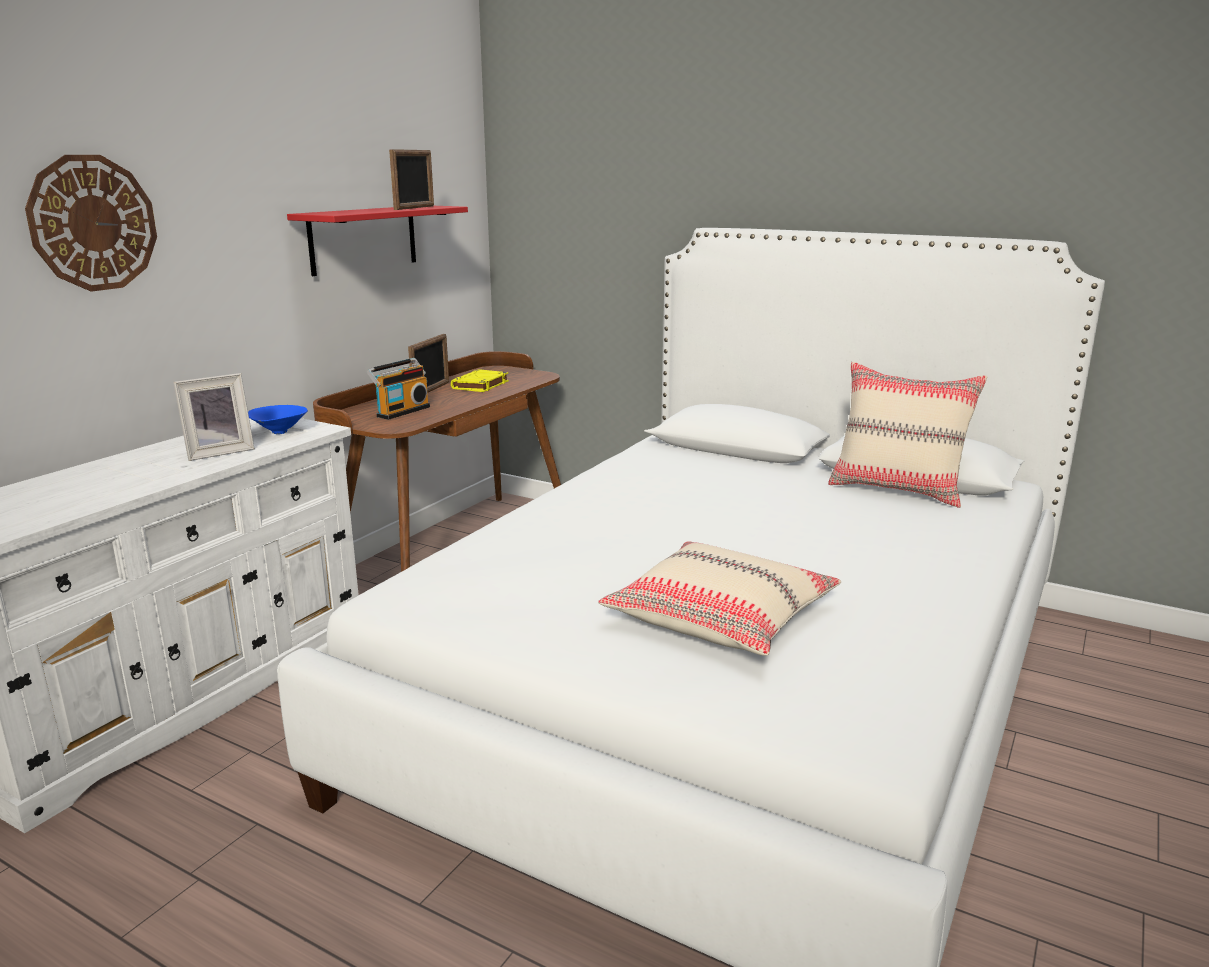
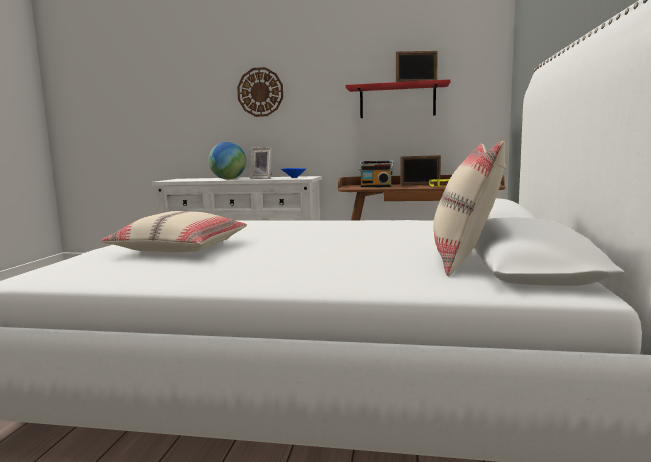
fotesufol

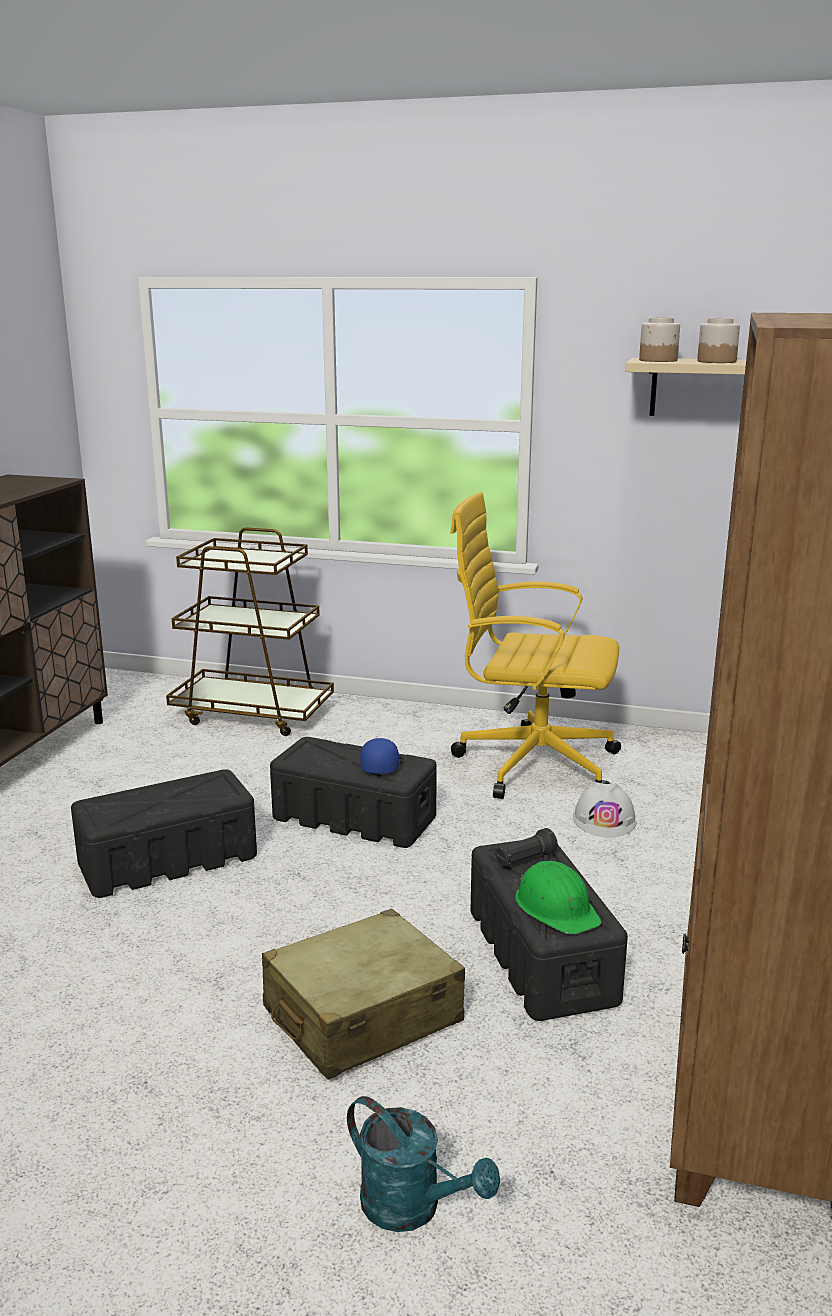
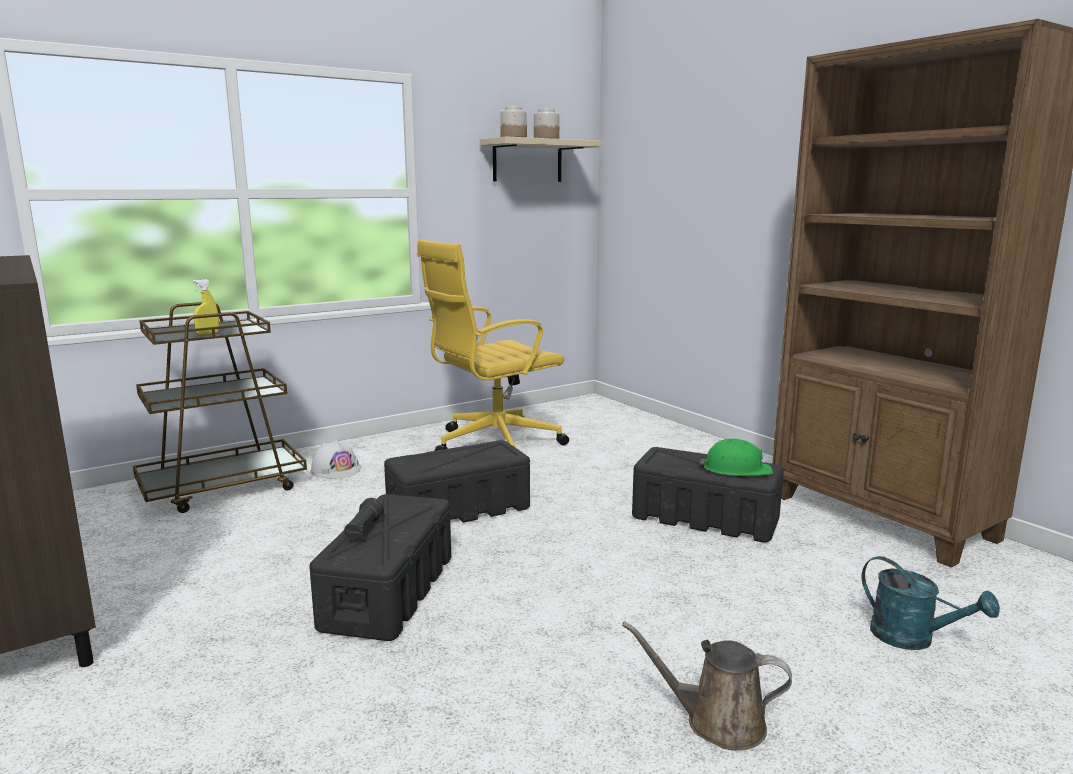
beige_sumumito; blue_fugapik; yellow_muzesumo; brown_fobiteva; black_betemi; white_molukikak; turquoise_fobiteva

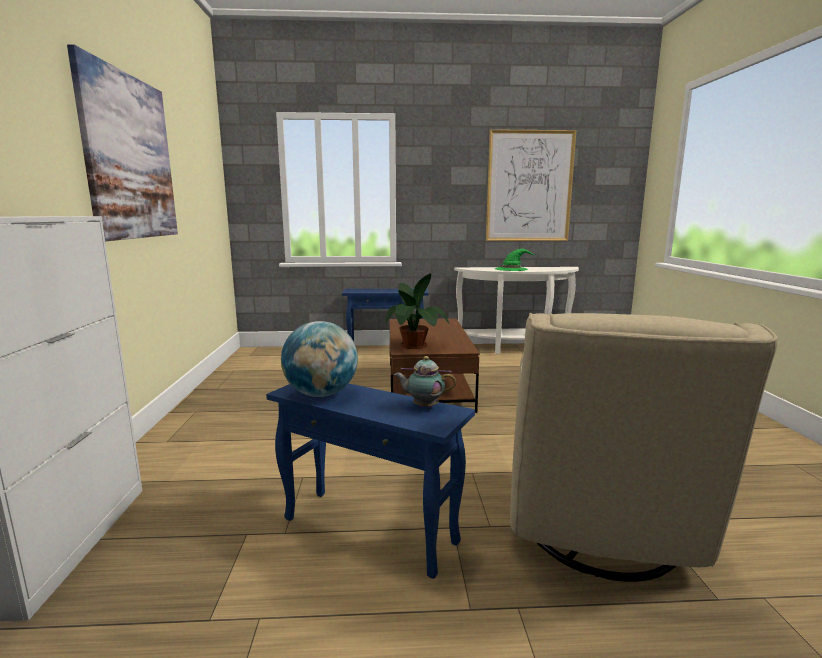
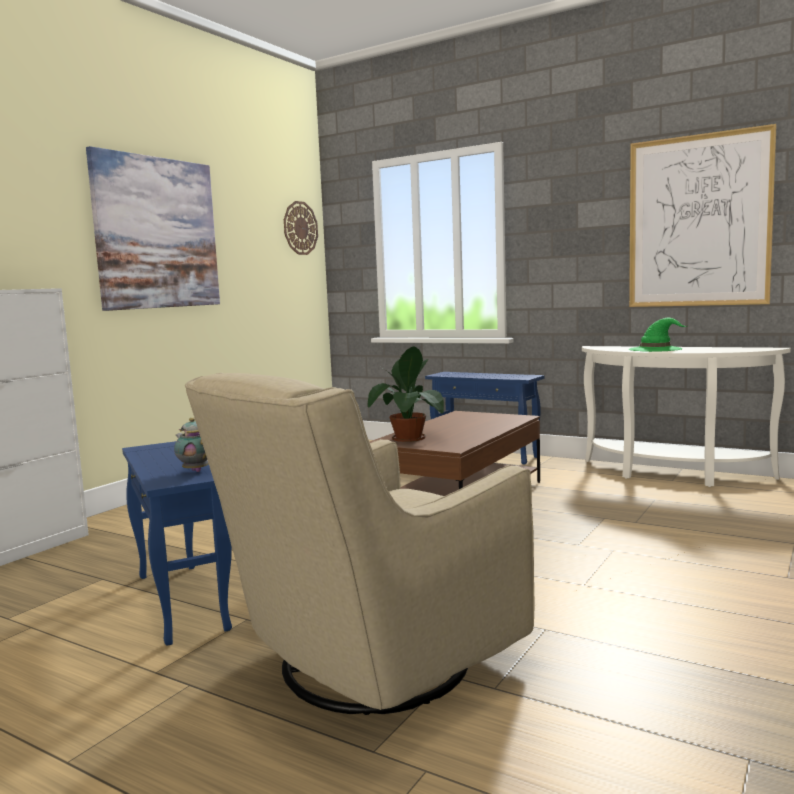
fotesufol; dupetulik

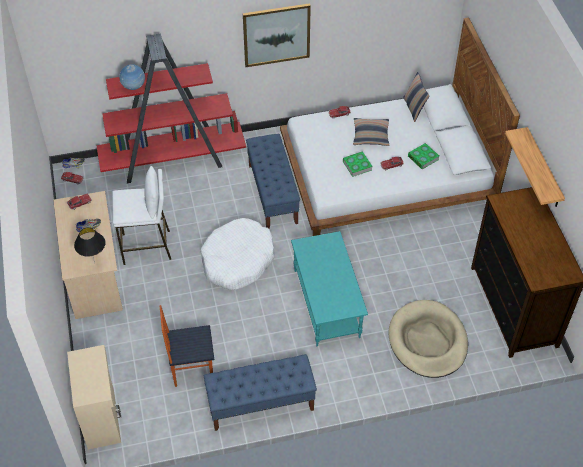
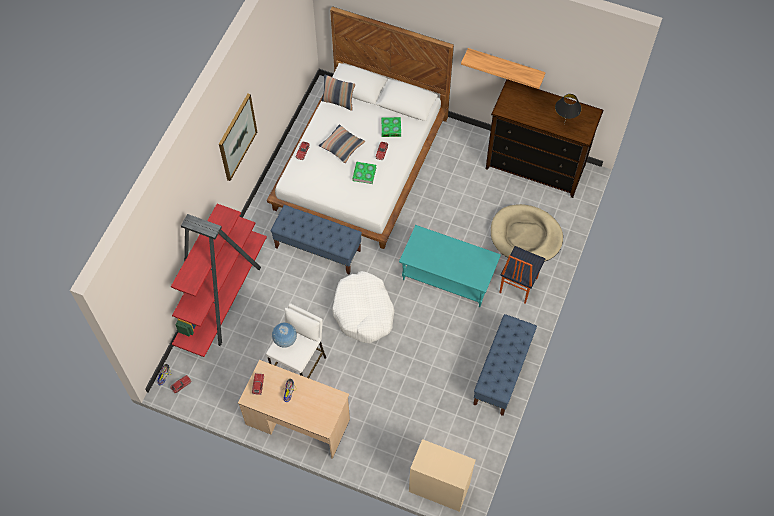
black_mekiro; fotesufol; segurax

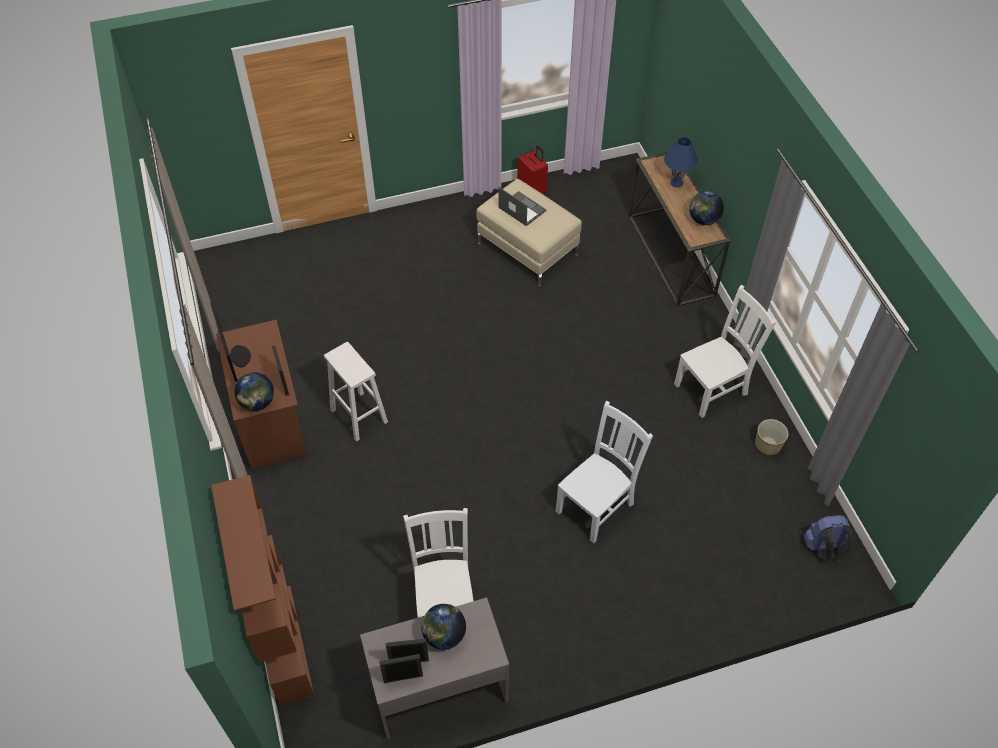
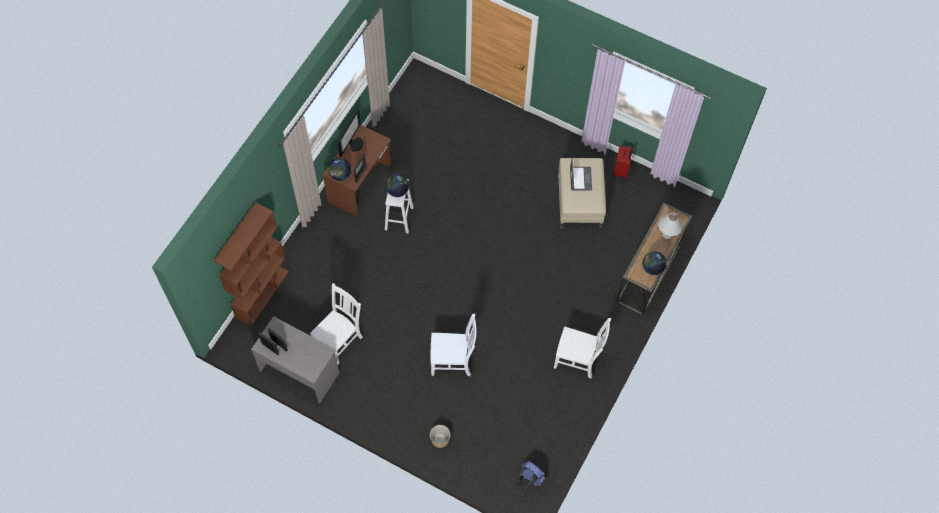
fotesufol (2nd from left); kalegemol; white_mekiro

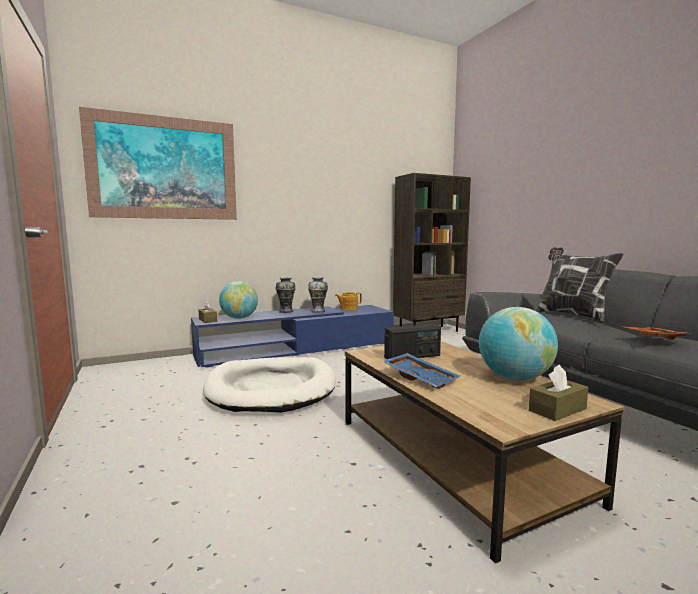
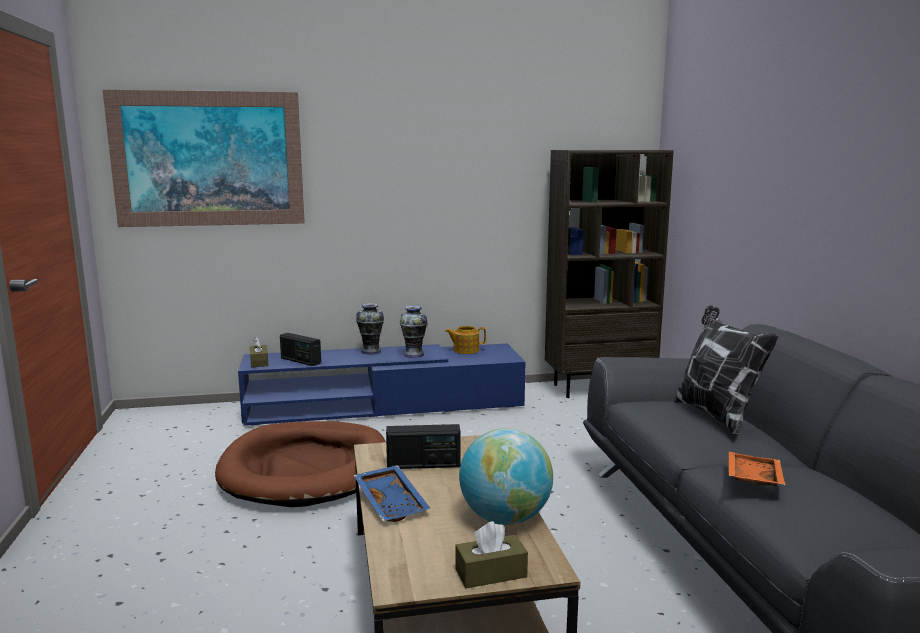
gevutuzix (1st from left); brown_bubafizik

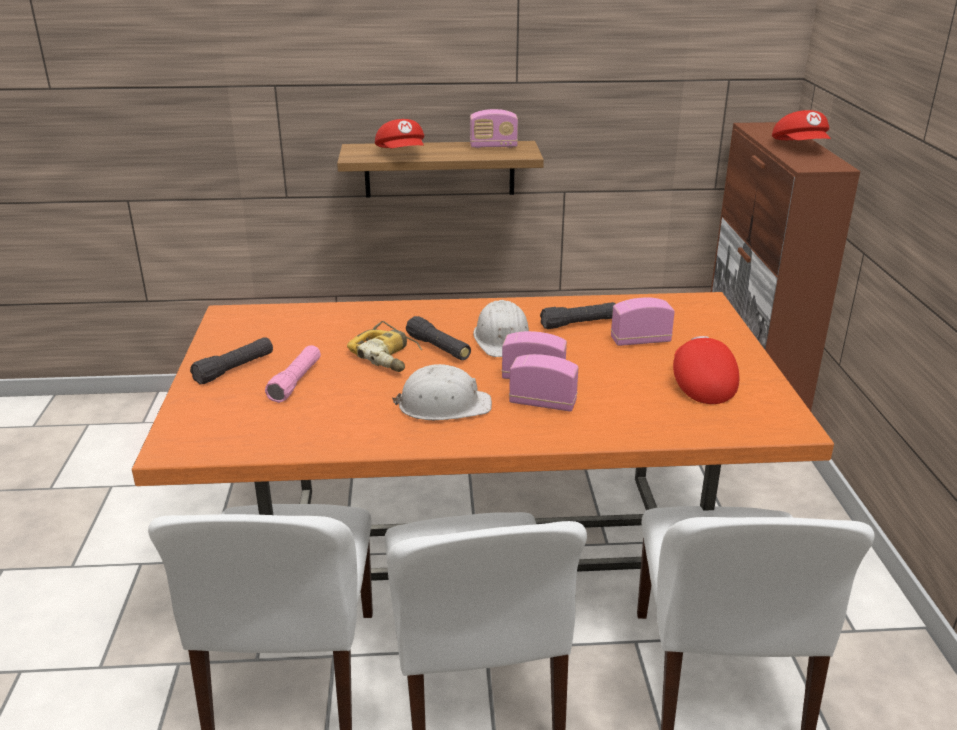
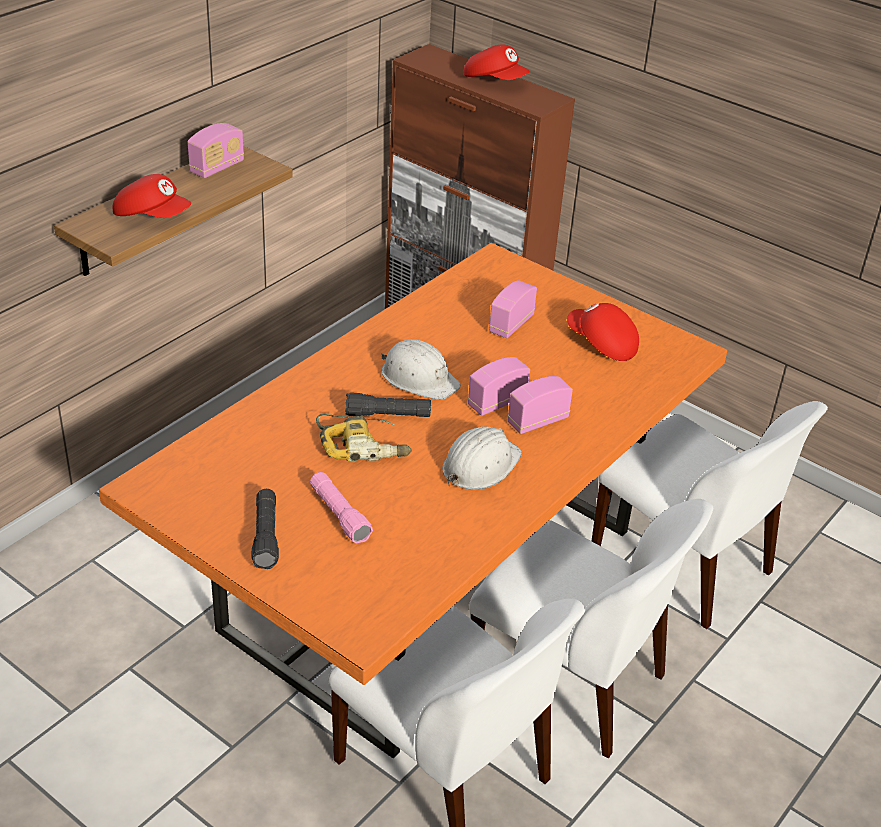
black_betemi (3rd from left in the first image)

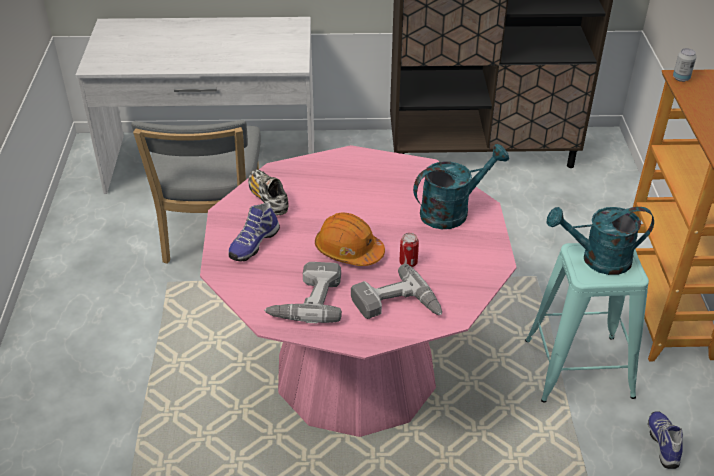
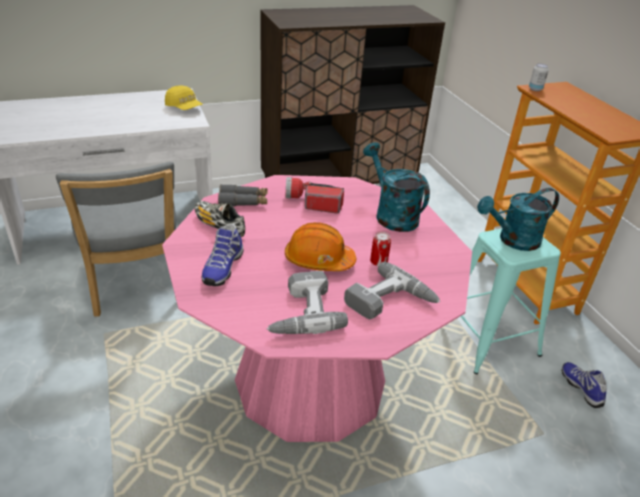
yellow_fugapik; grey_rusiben; betemi; turquoise_fobiteva (1st from left)

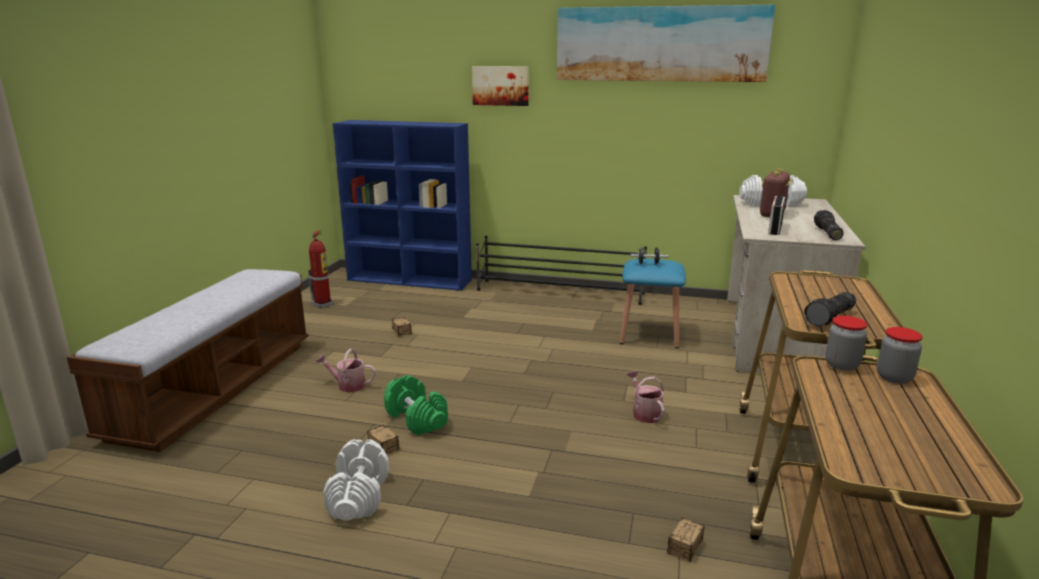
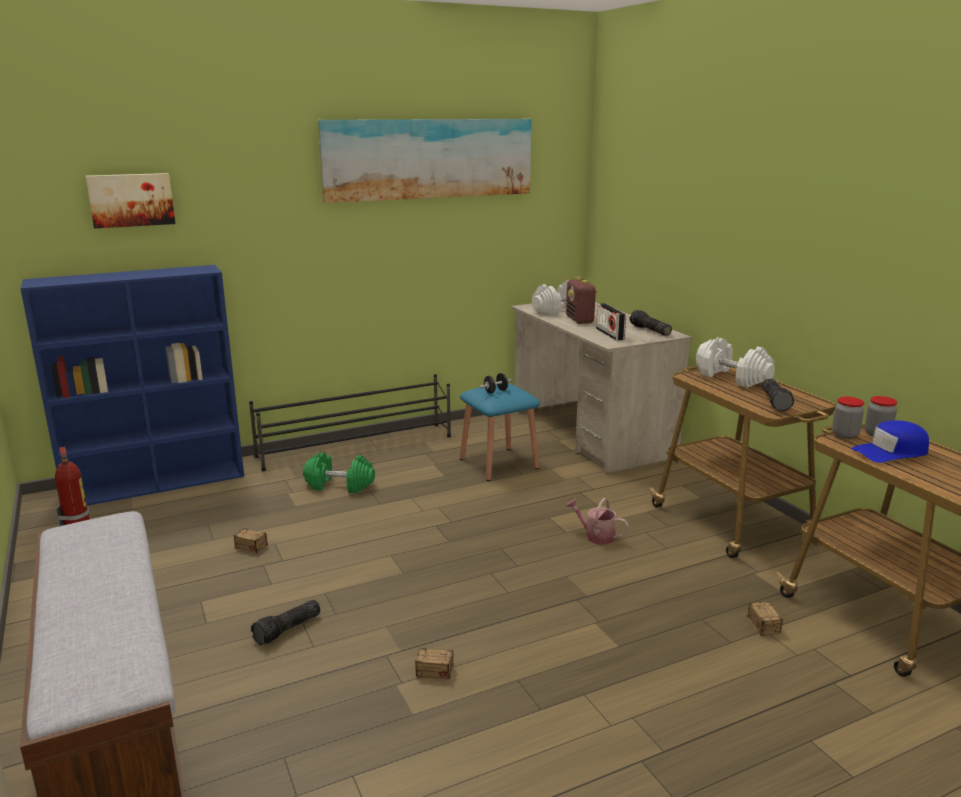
blue_fugapik; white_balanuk (2nd from left); green_balanuk; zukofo (1st from left); betemi (1st from left)

